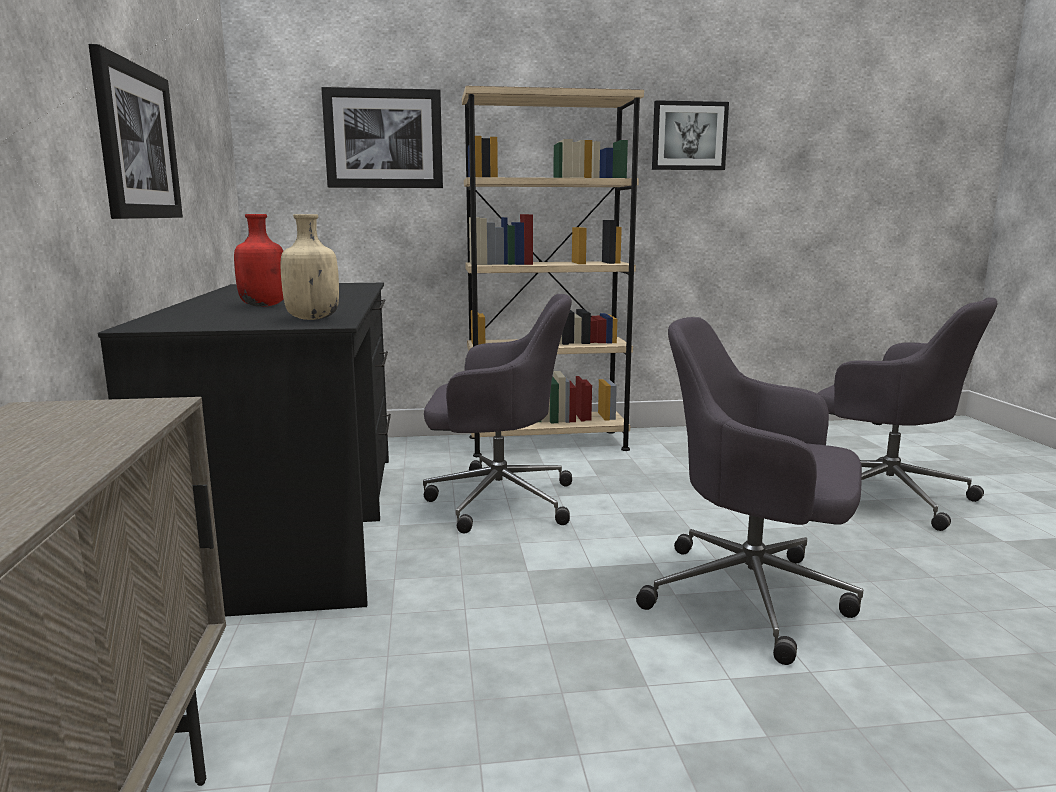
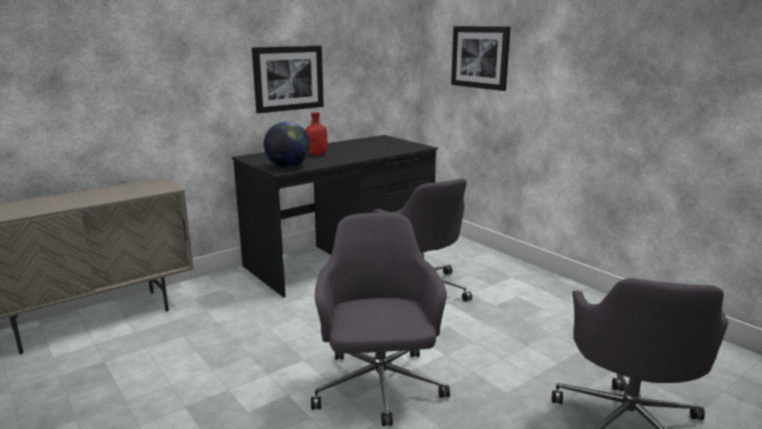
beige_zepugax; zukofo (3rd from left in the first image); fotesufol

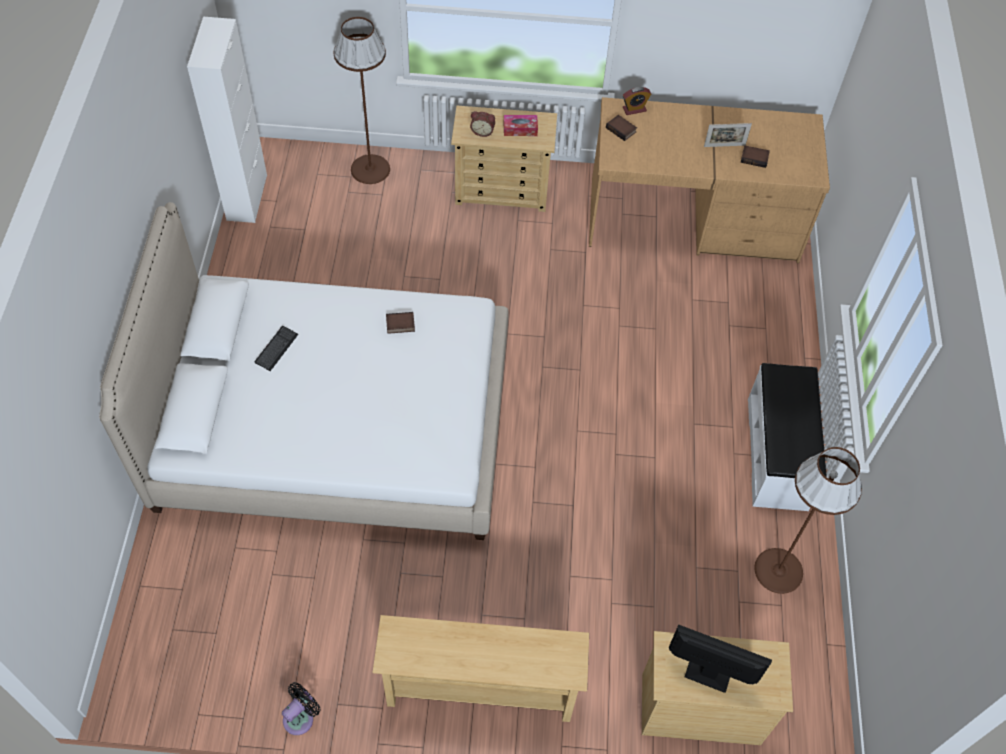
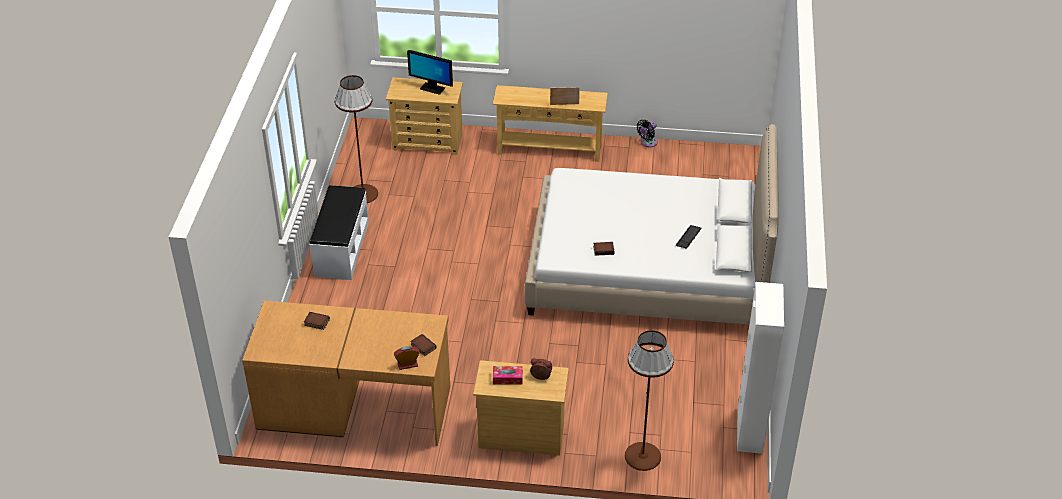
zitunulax

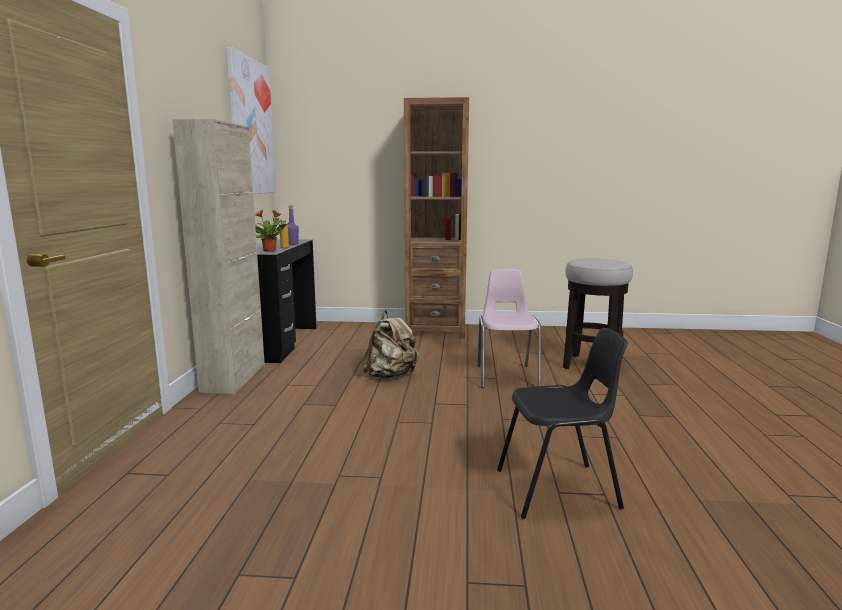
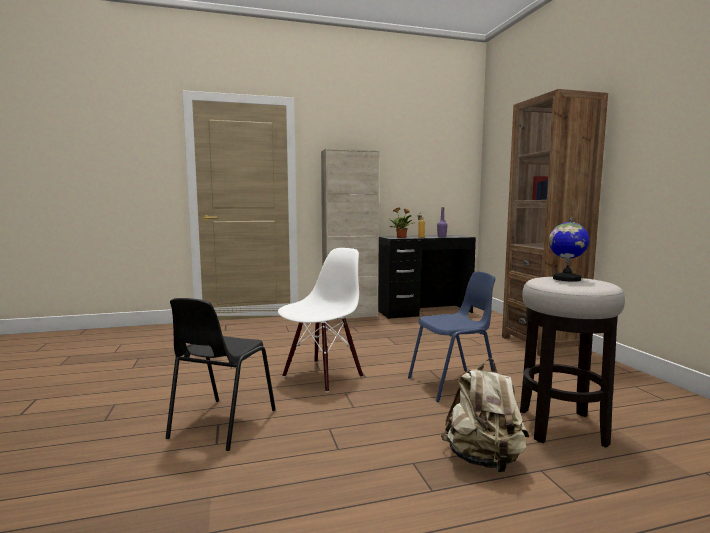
zukofo; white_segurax; fotesufol; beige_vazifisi; blue_segurax; black_segurax

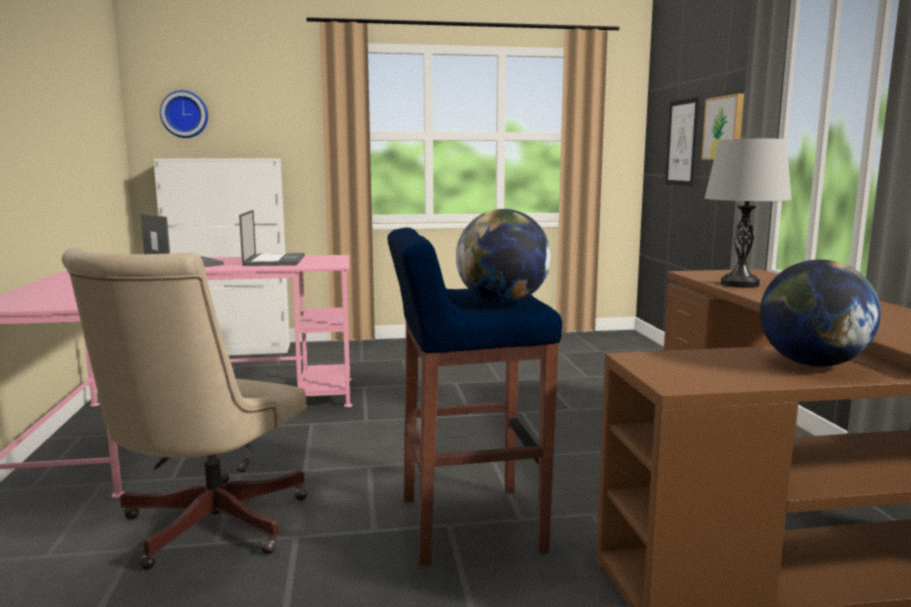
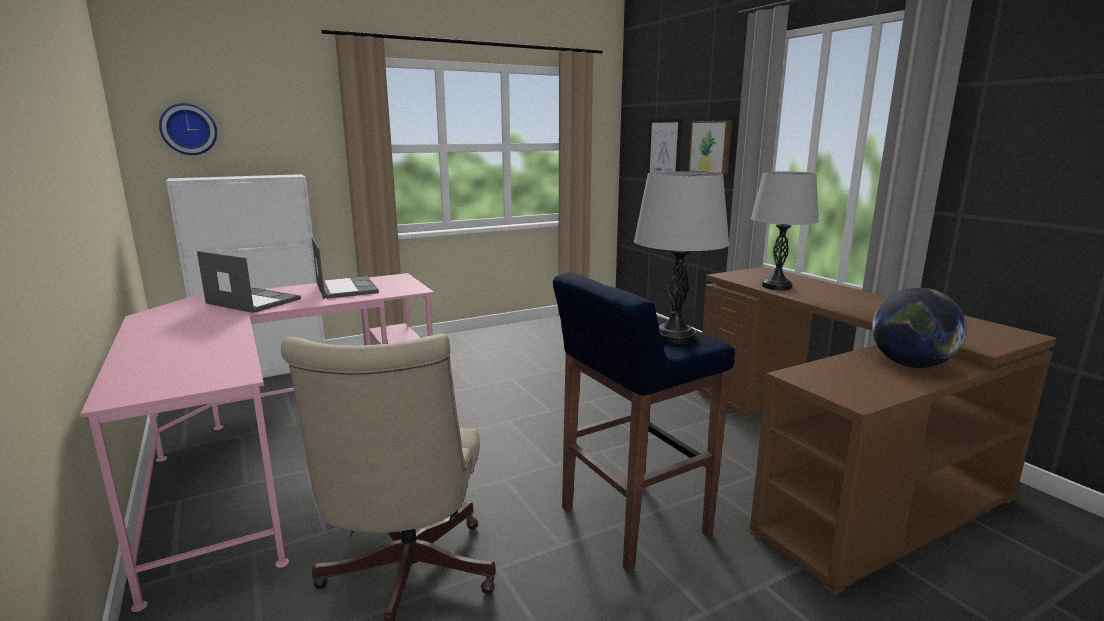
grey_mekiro (1st from left)

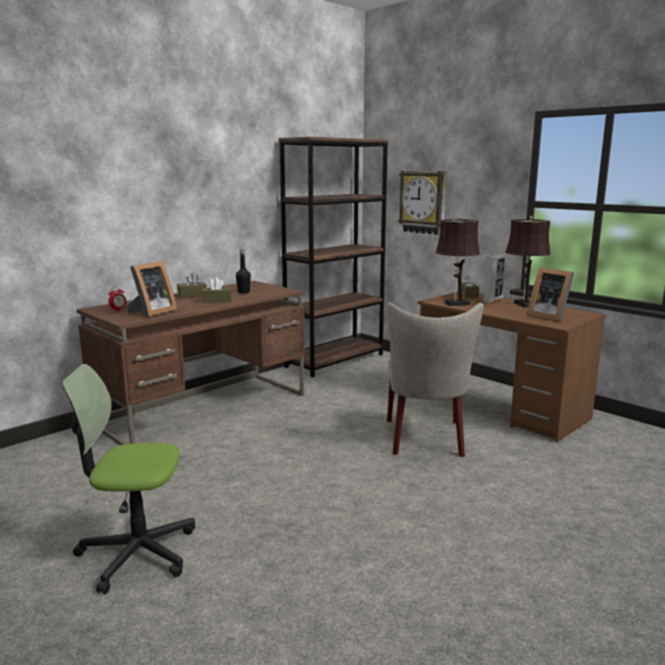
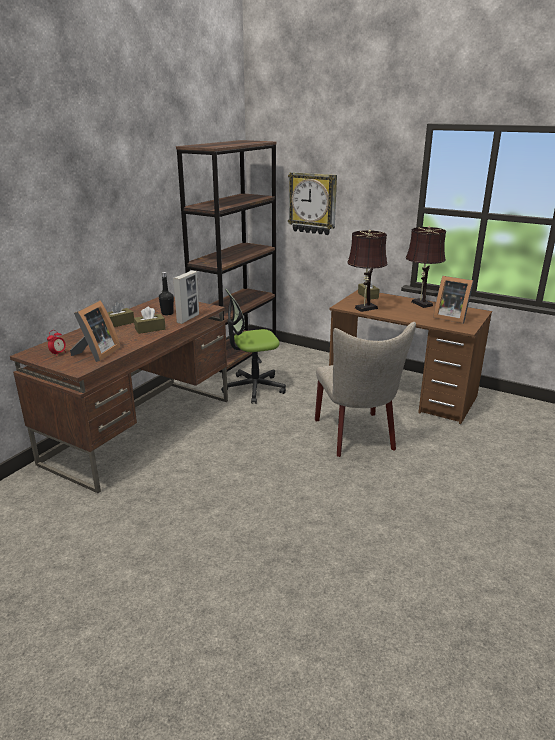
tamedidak; zitunulax (2nd from left)

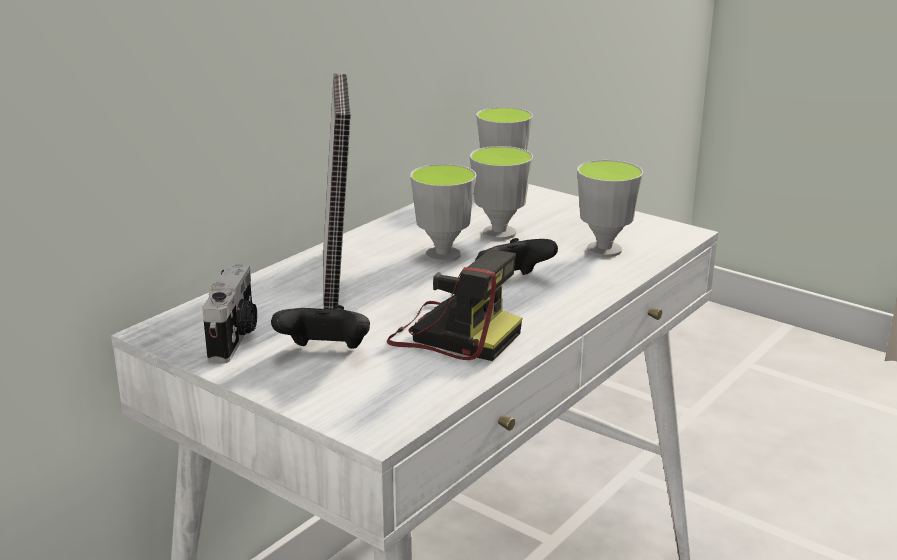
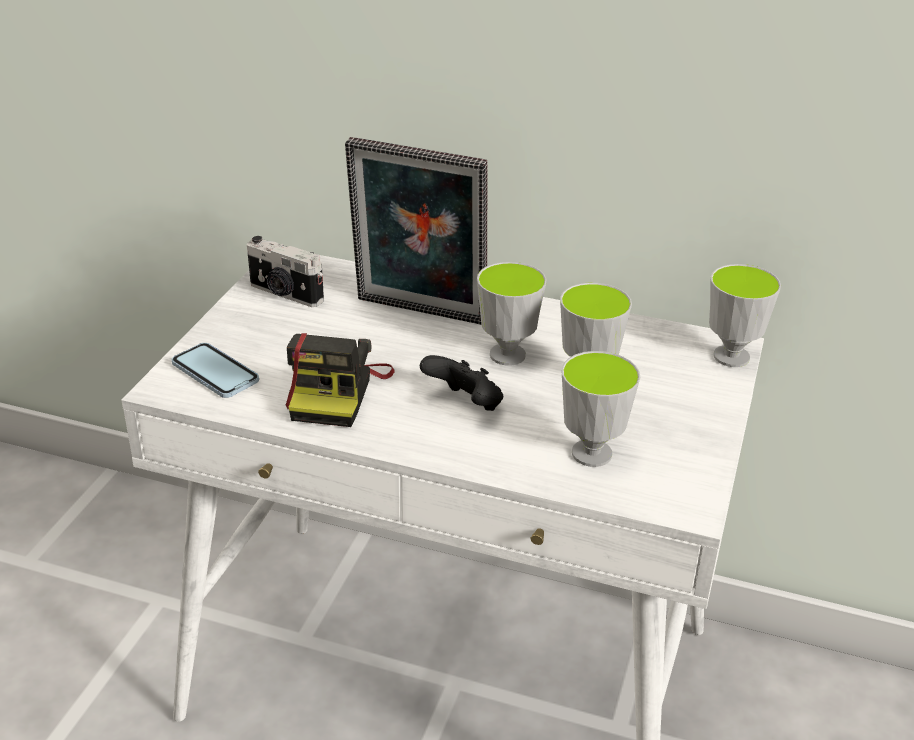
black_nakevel (1st from left in the first image); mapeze; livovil (1st from left); zitunulax

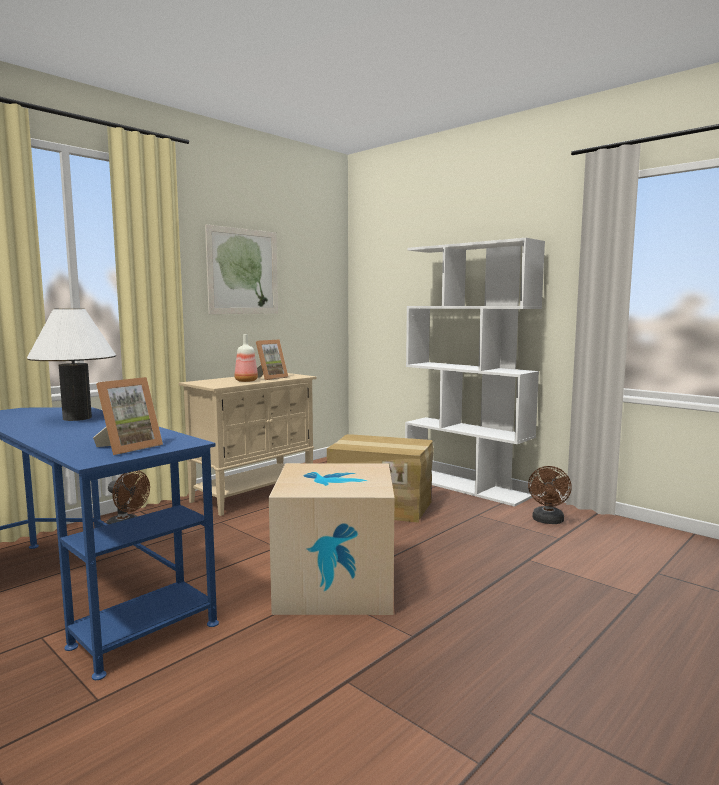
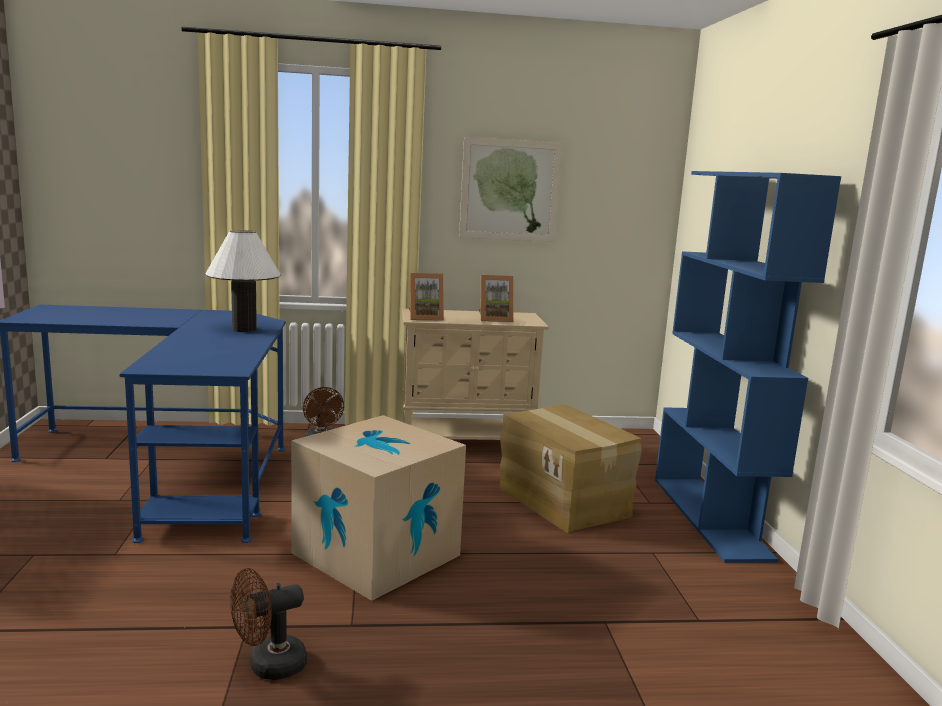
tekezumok; zitunulax (1st from left); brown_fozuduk (1st from left); blue_zepugax

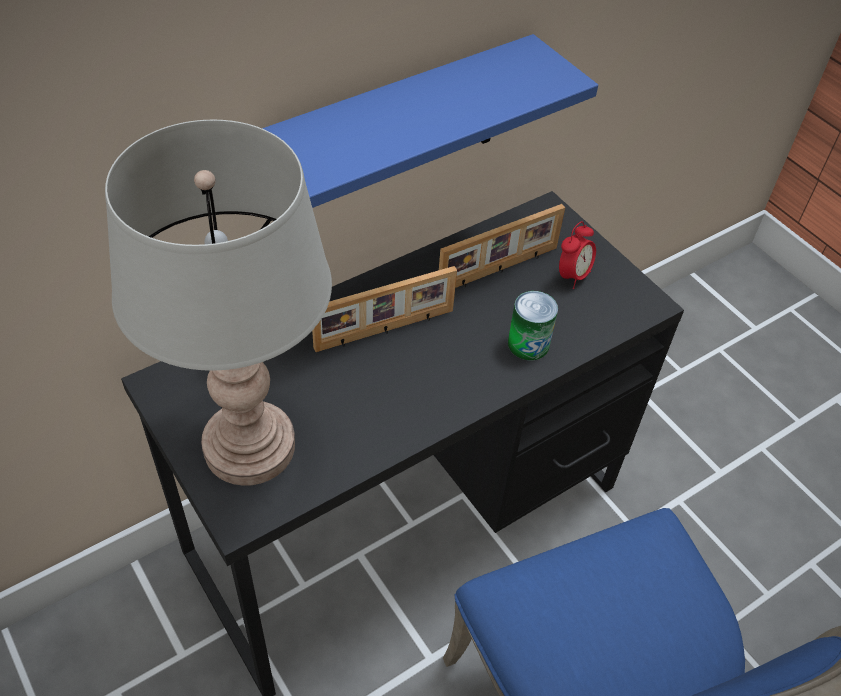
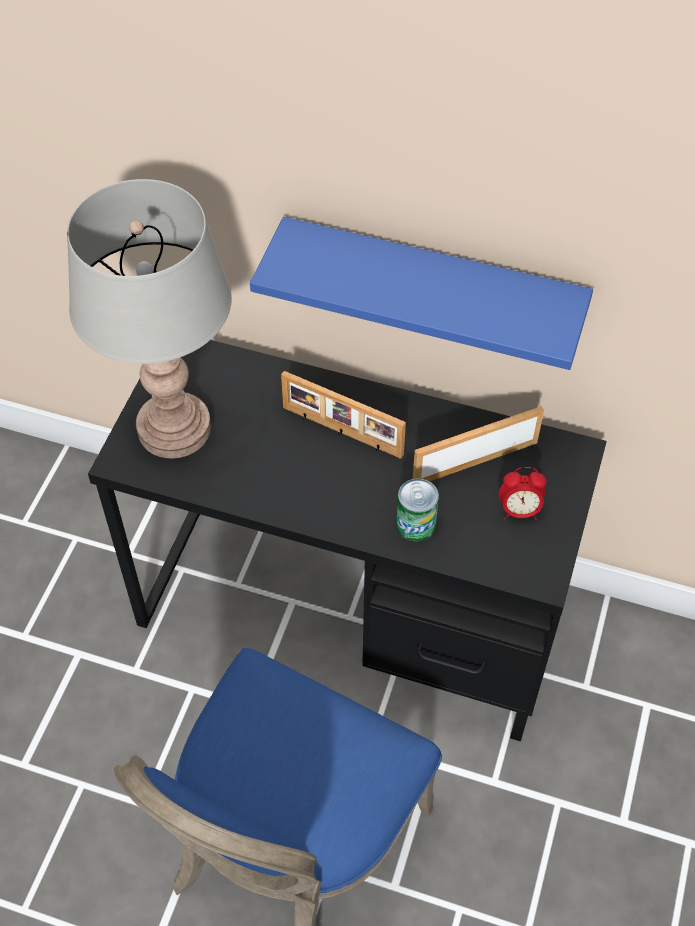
zitunulax (2nd from left)

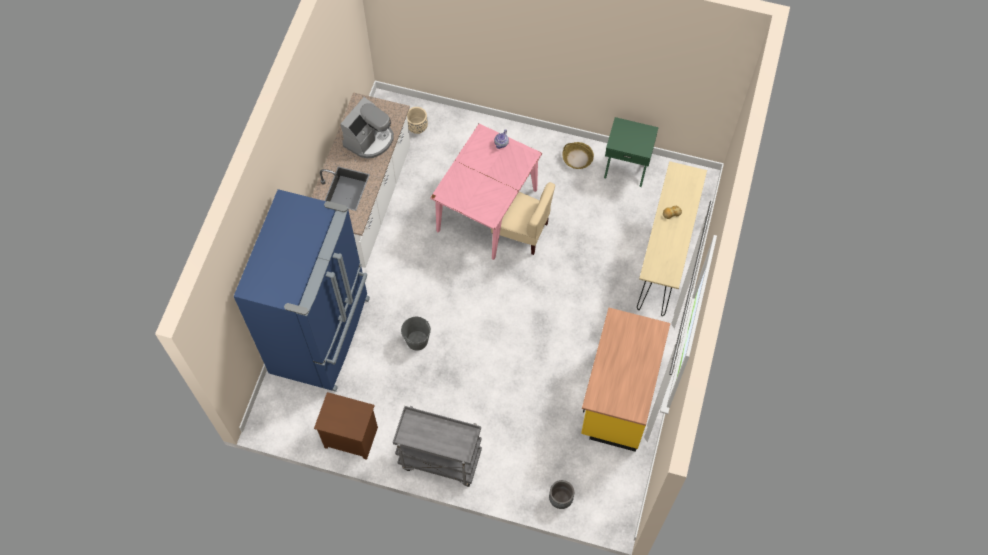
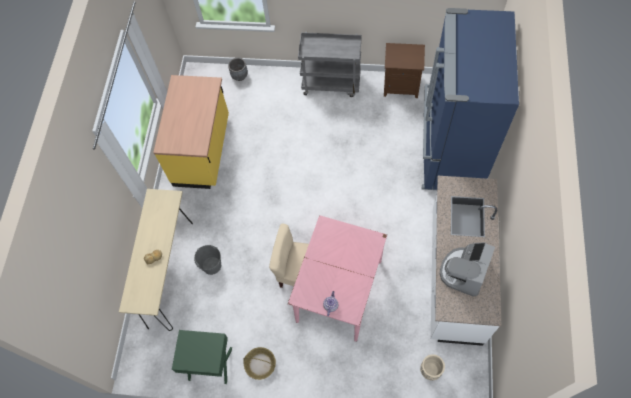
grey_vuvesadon

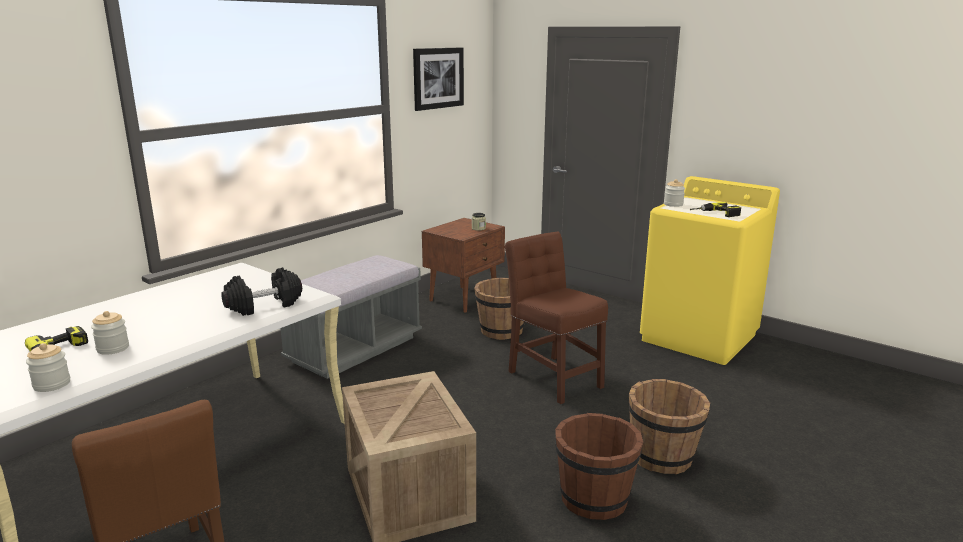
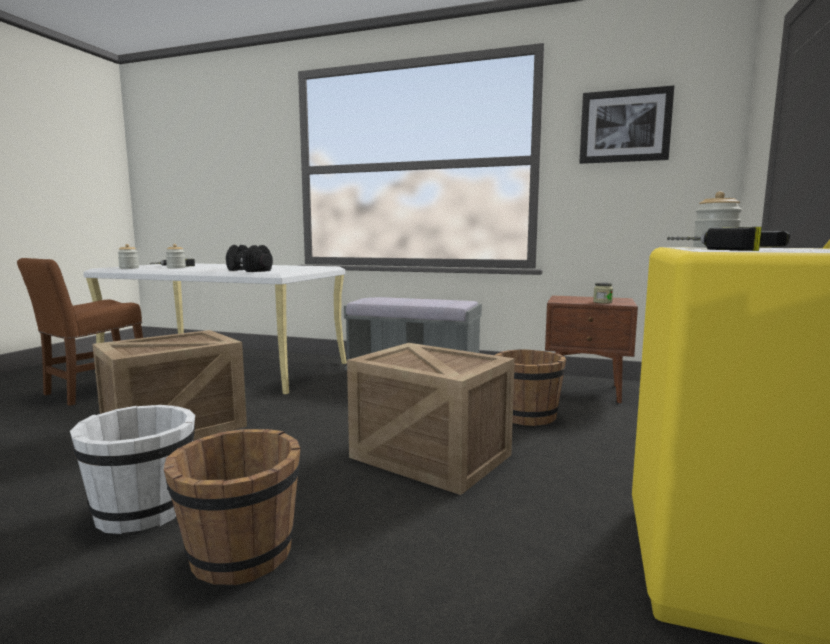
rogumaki (2nd from left); white_vuvesadon

